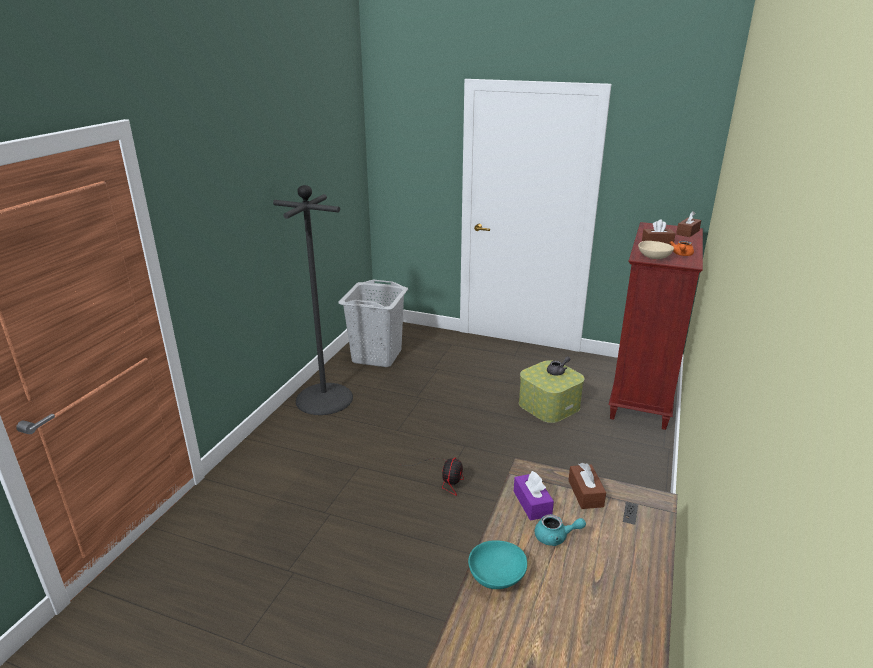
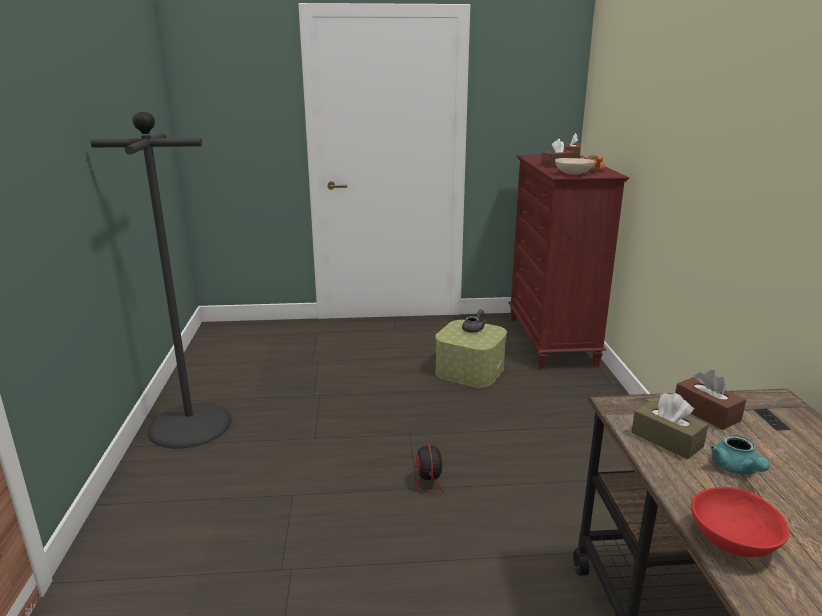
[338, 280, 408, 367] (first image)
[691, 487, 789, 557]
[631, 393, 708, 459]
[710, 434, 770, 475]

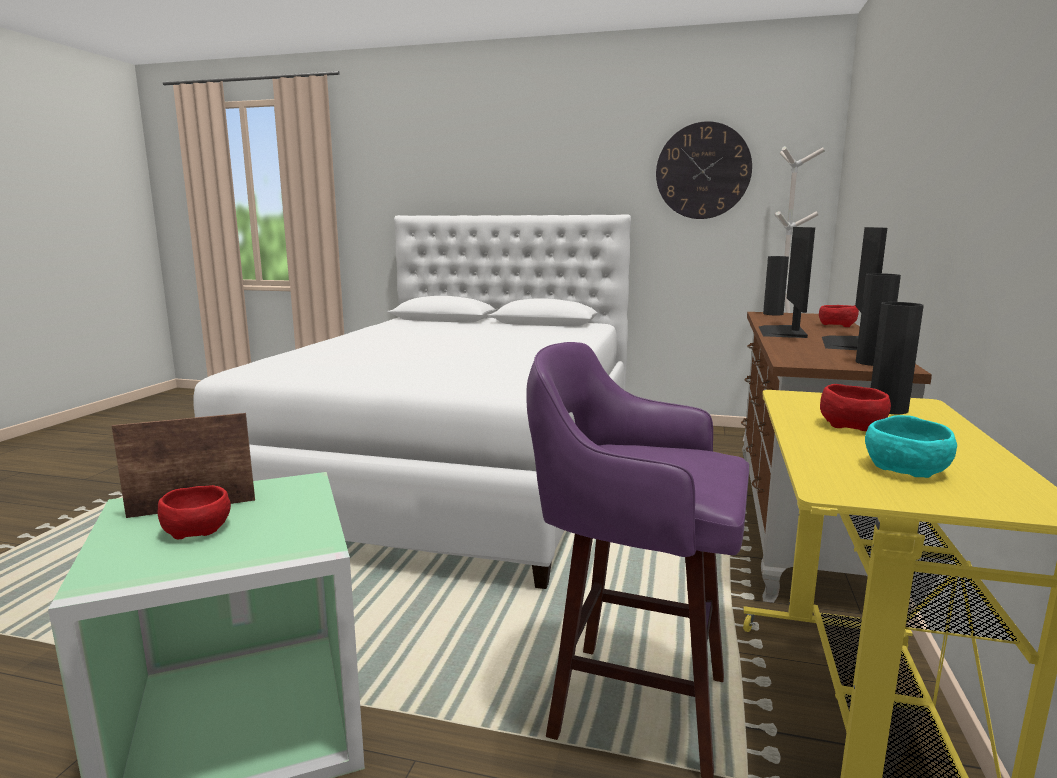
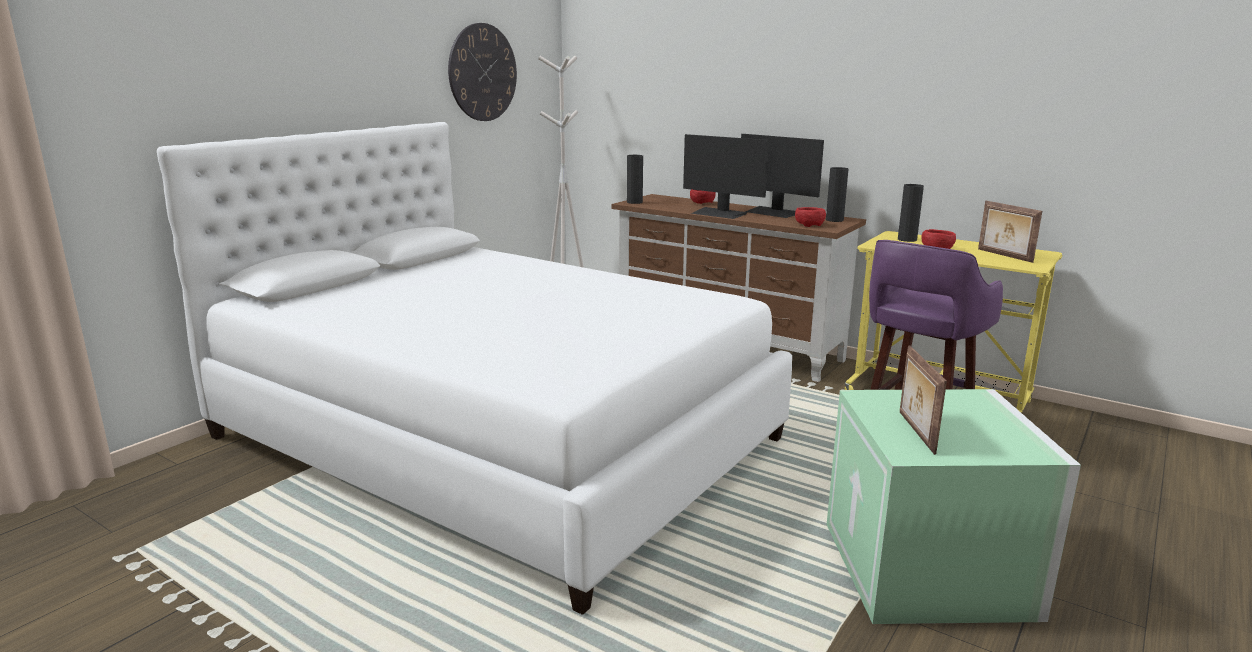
[795, 207, 826, 227]
[978, 201, 1042, 263]

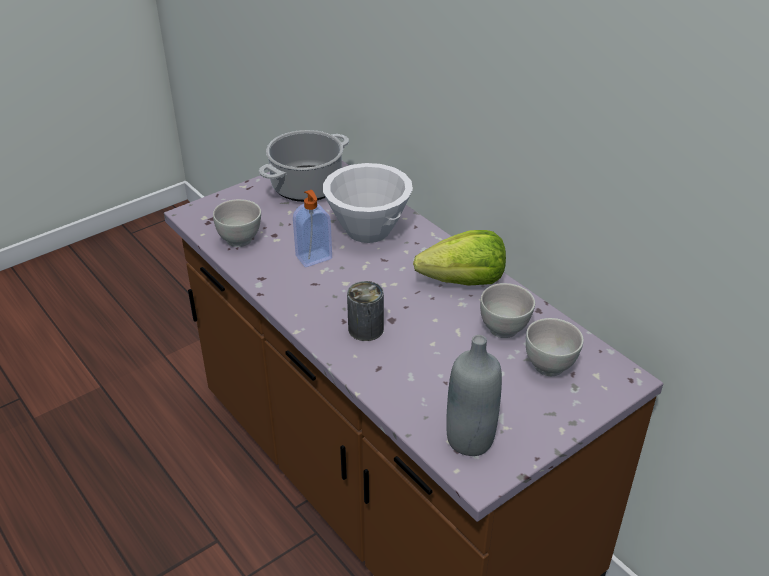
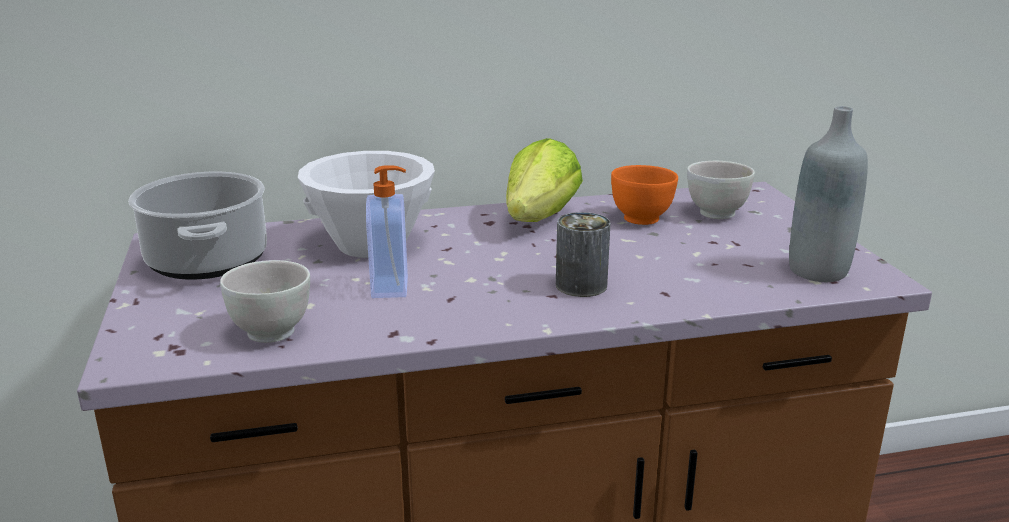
[611, 165, 678, 225]

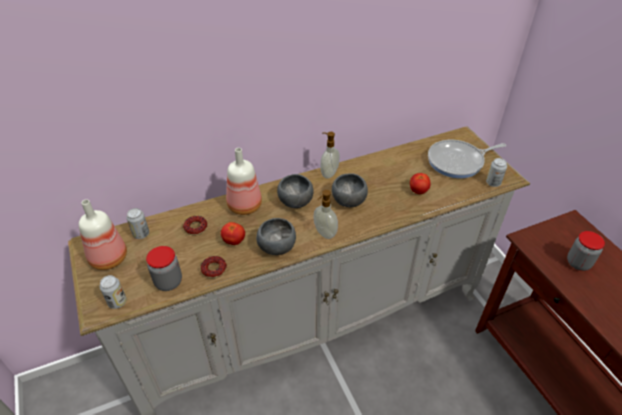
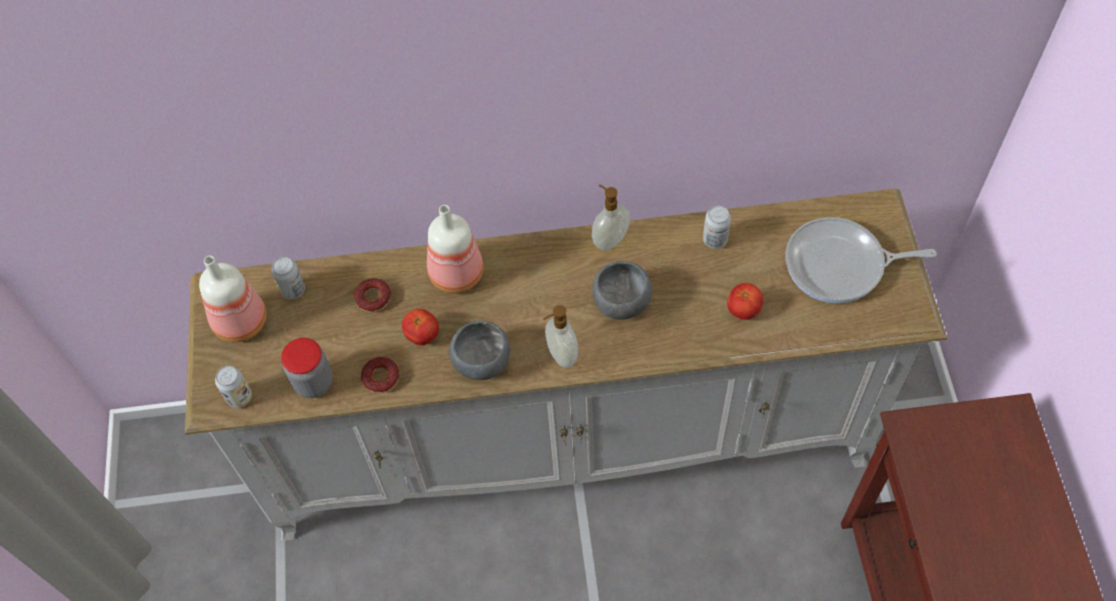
[277, 174, 314, 208] (first image)
[703, 206, 731, 249]
[567, 231, 605, 271] (first image)

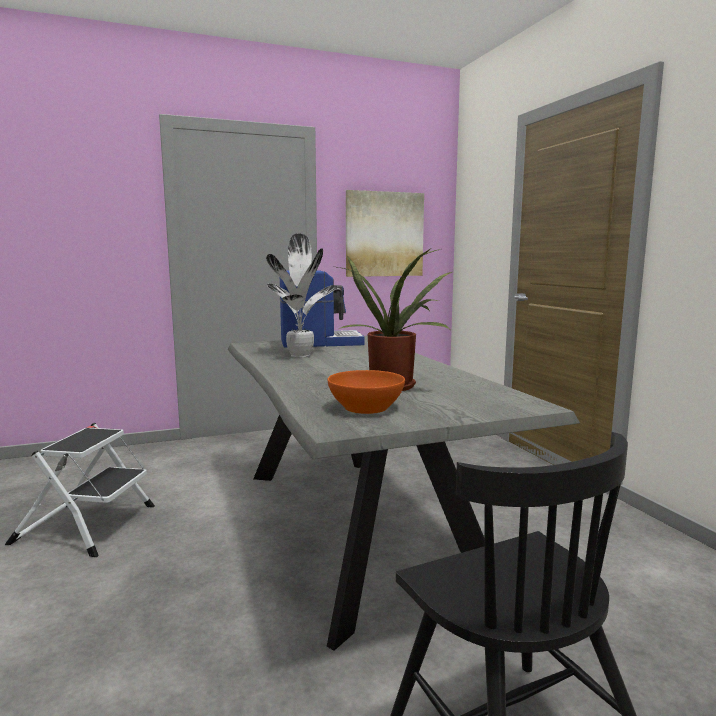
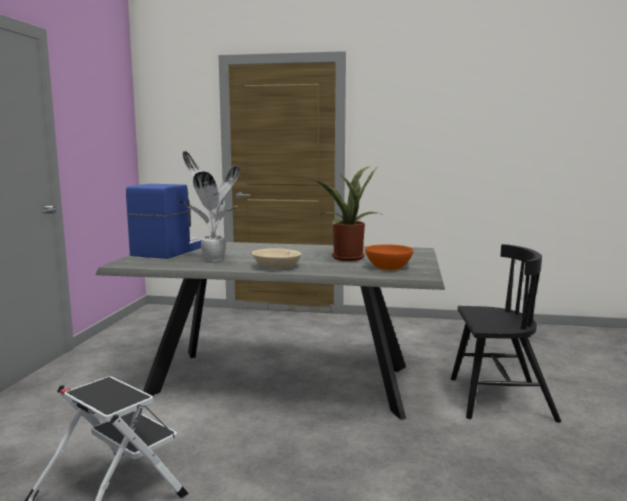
[346, 190, 424, 277] (first image)
[252, 248, 301, 269]

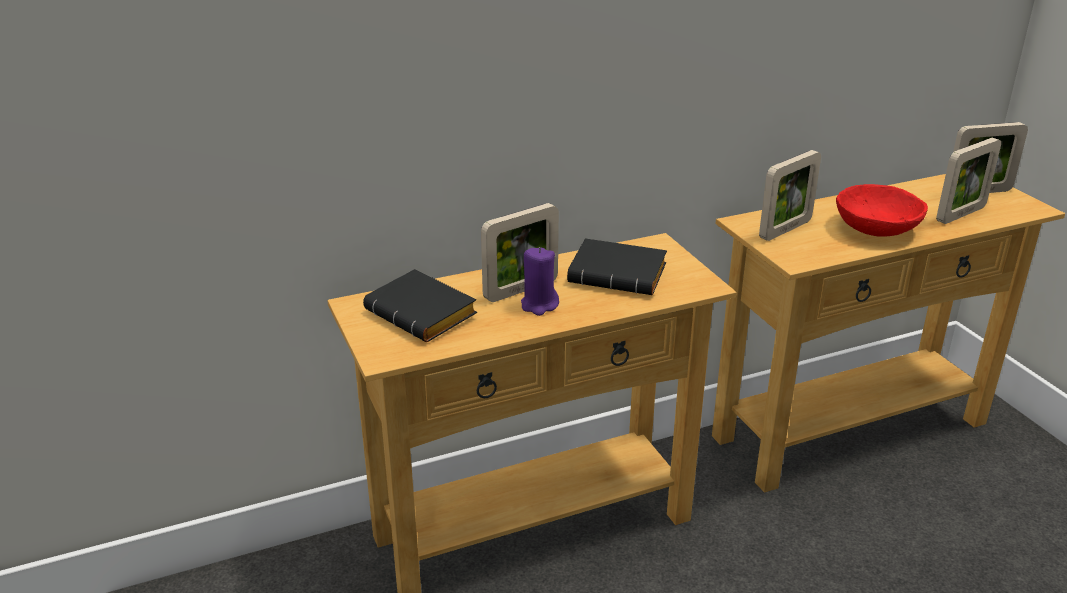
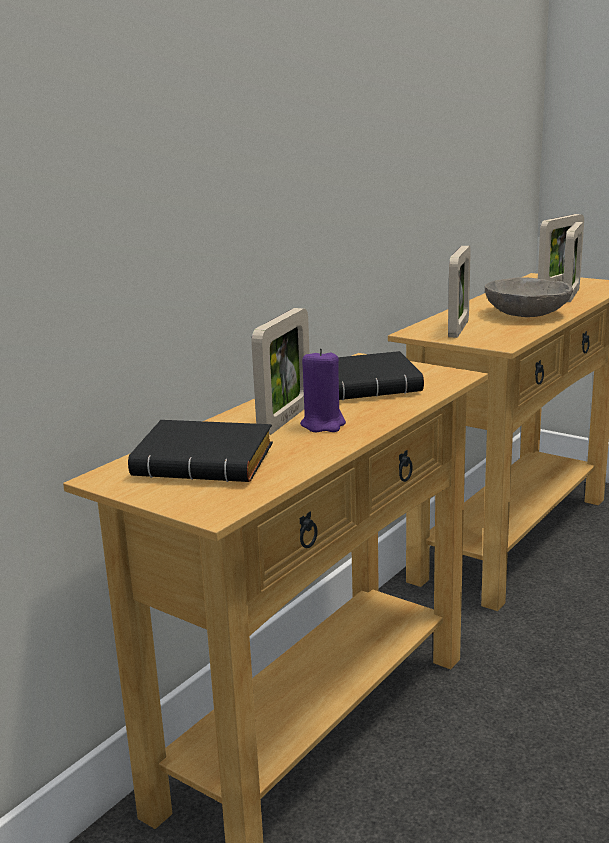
[485, 277, 573, 317]

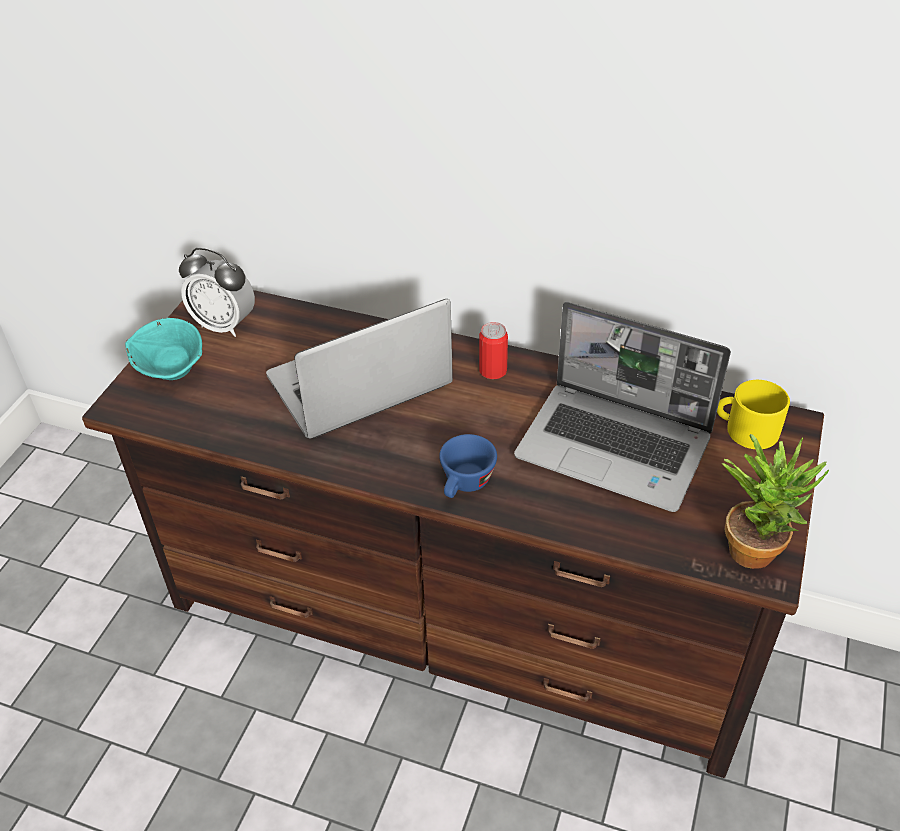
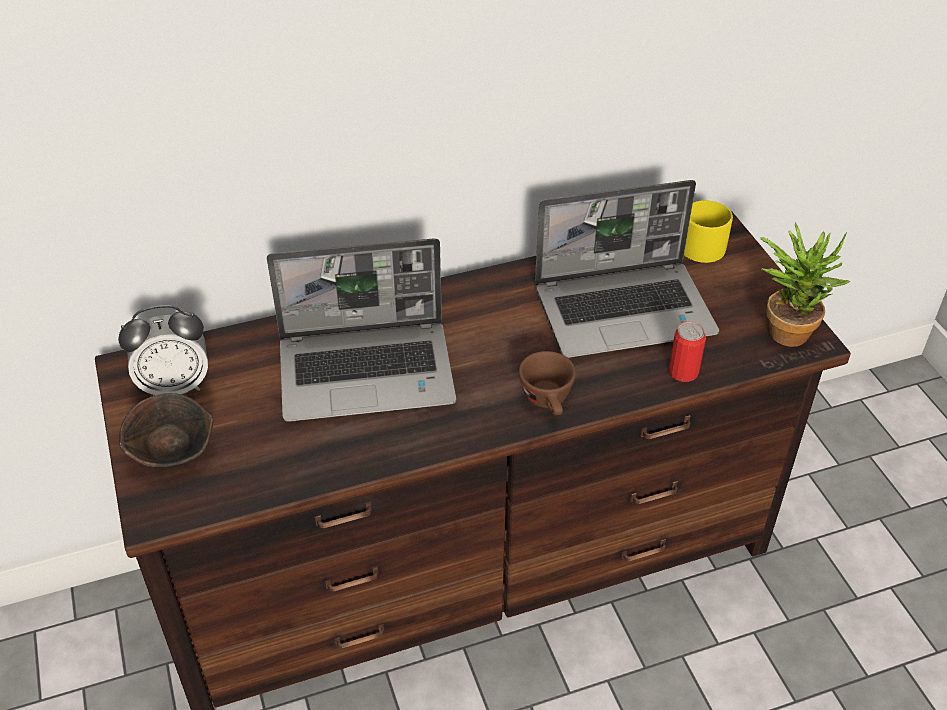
[119, 393, 213, 467]
[267, 238, 457, 422]
[519, 351, 576, 415]
[669, 321, 706, 382]

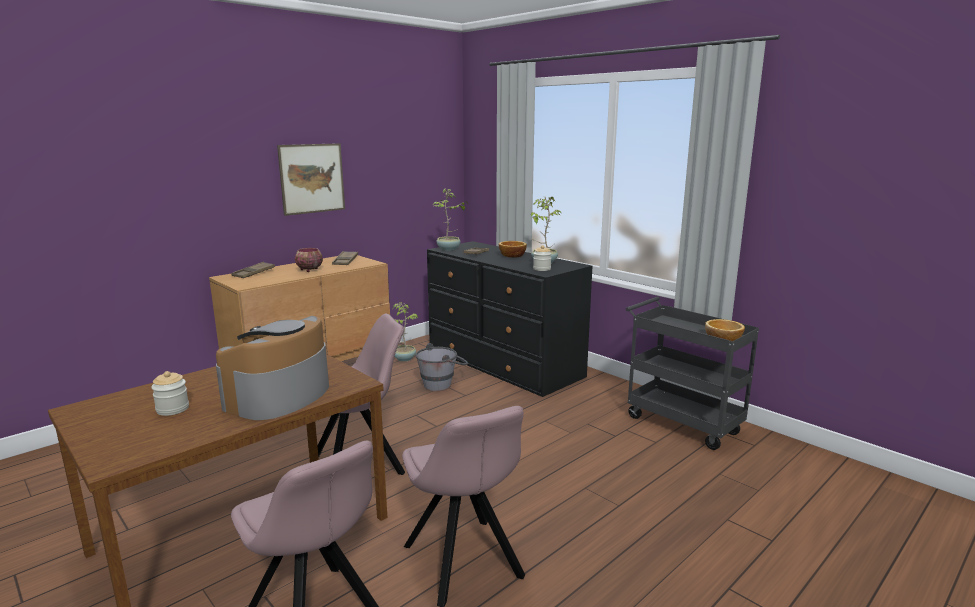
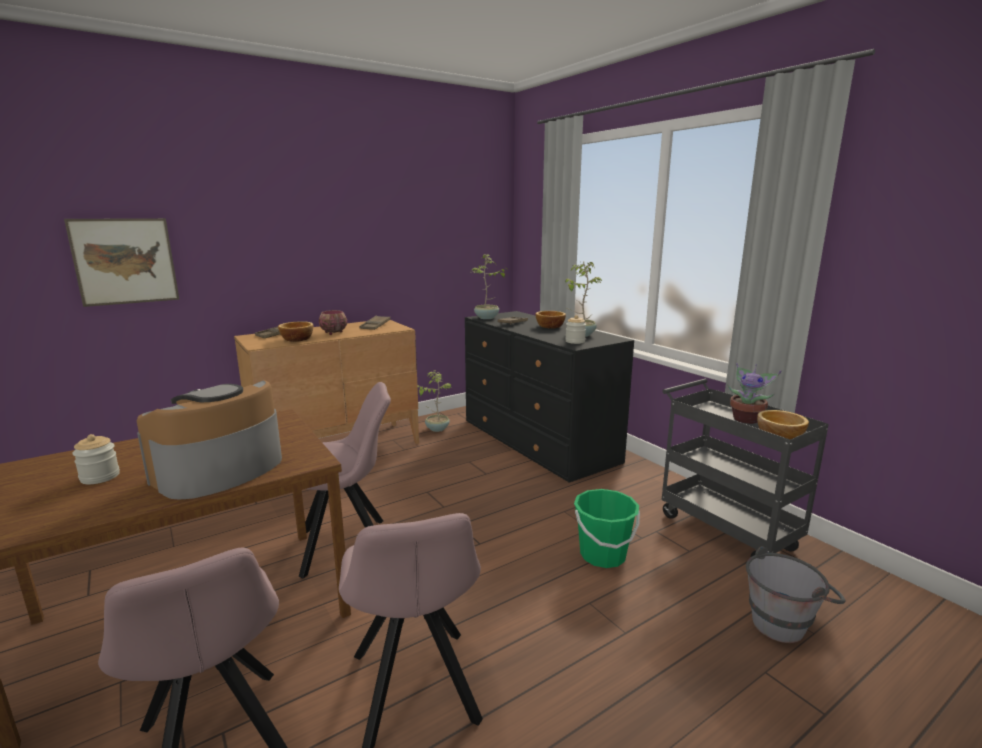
[64, 218, 180, 307]
[746, 546, 845, 643]
[278, 321, 313, 342]
[574, 489, 640, 568]
[728, 363, 782, 424]

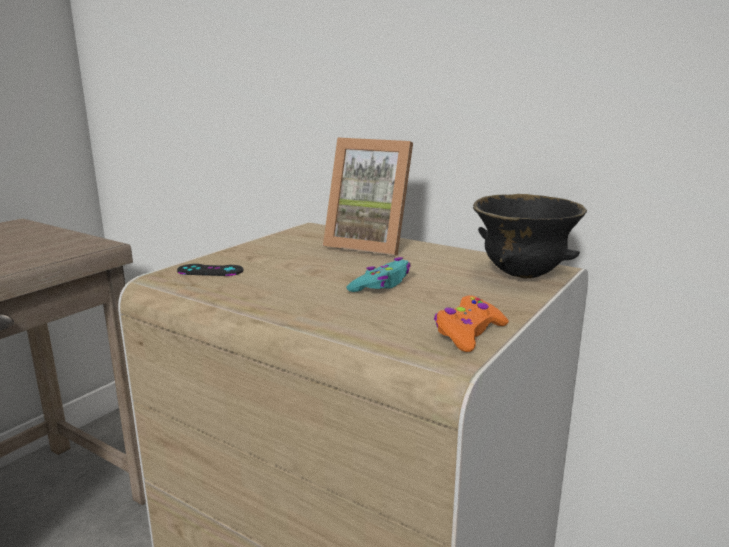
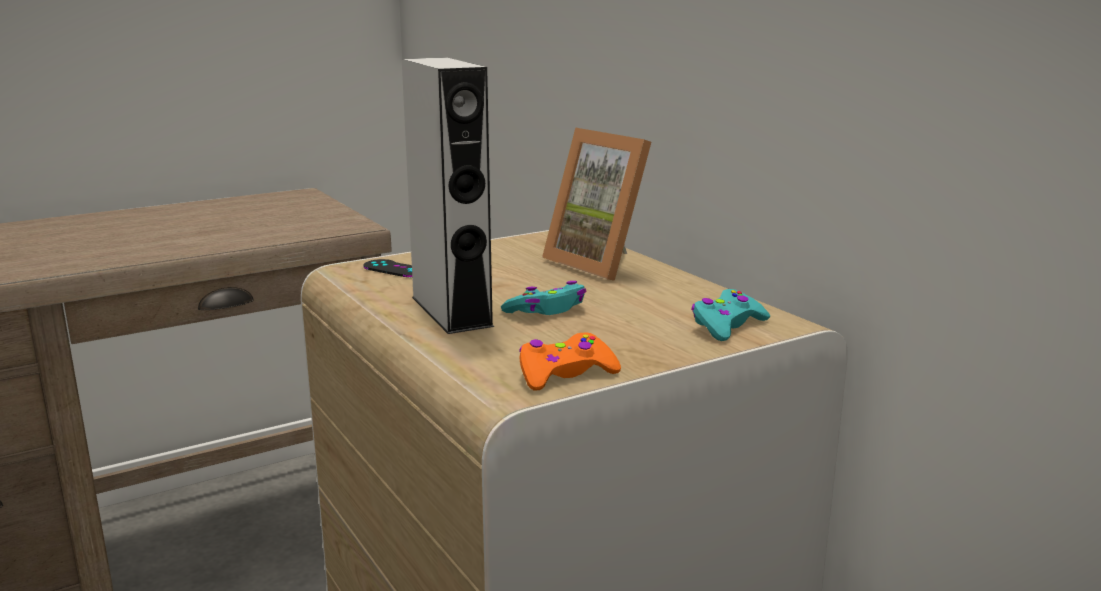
[691, 289, 770, 341]
[402, 57, 494, 334]

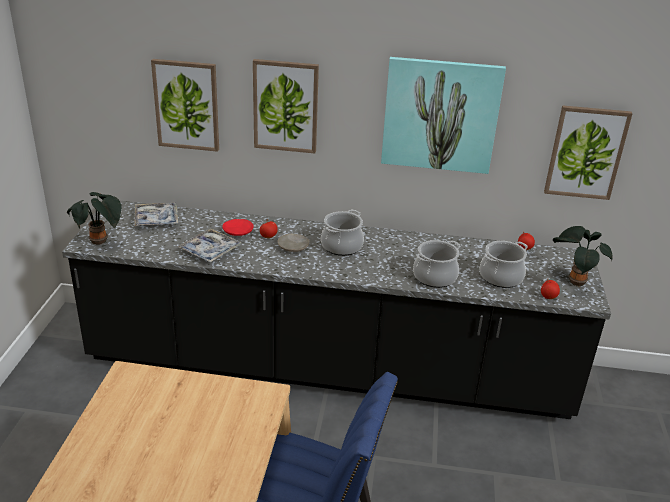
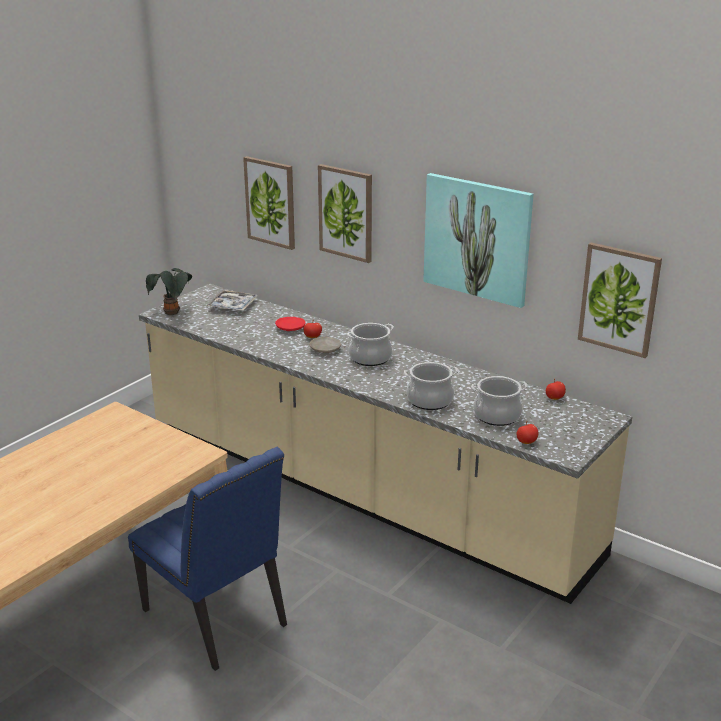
[139, 284, 632, 604]
[178, 228, 242, 263] (first image)
[553, 226, 613, 287] (first image)

